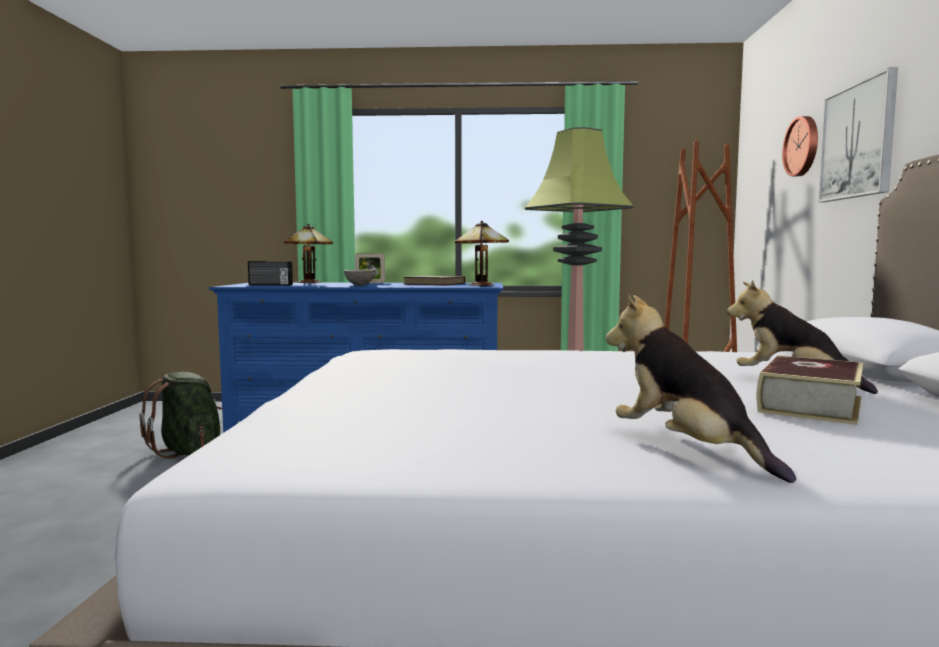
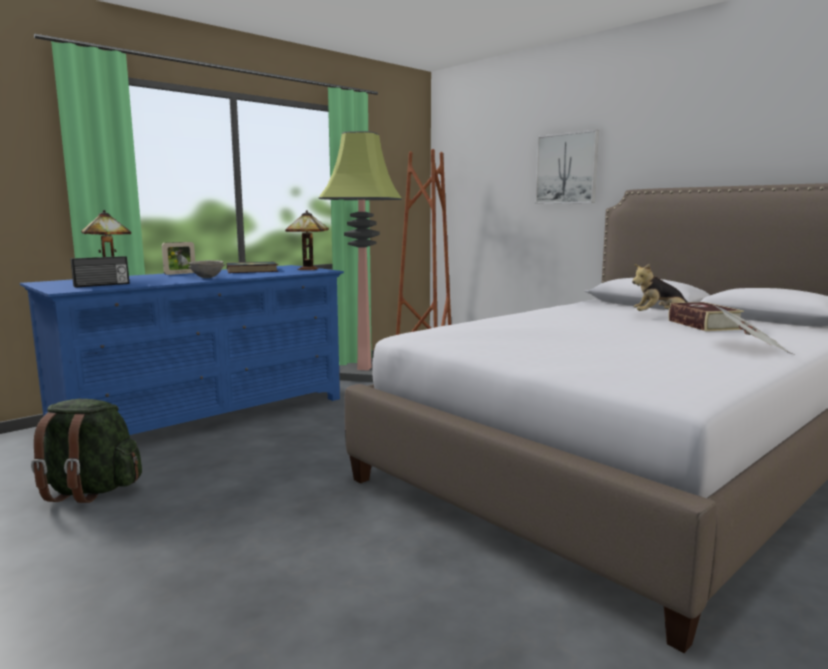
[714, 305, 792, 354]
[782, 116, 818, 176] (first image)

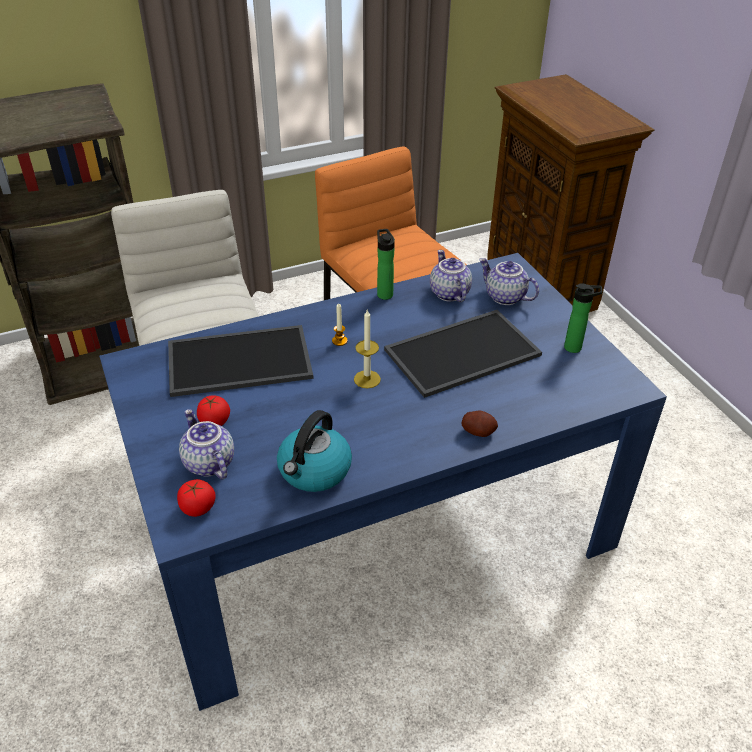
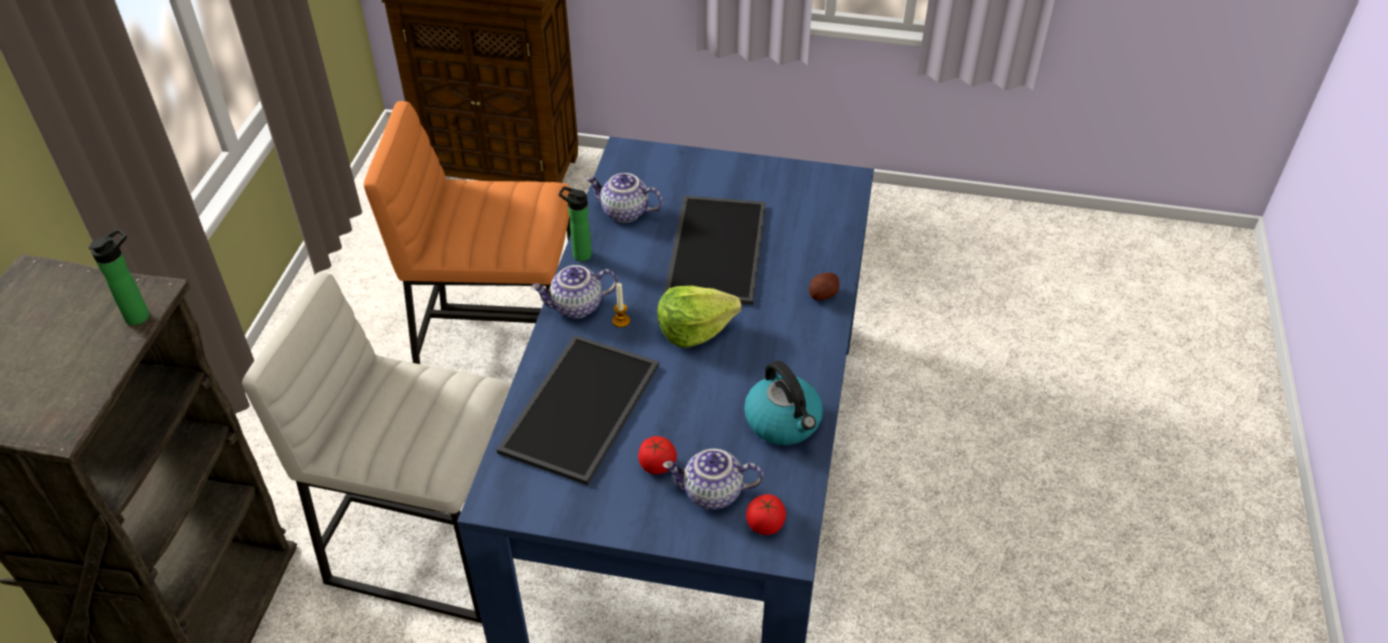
[657, 286, 741, 348]
[531, 265, 618, 319]
[88, 229, 149, 325]

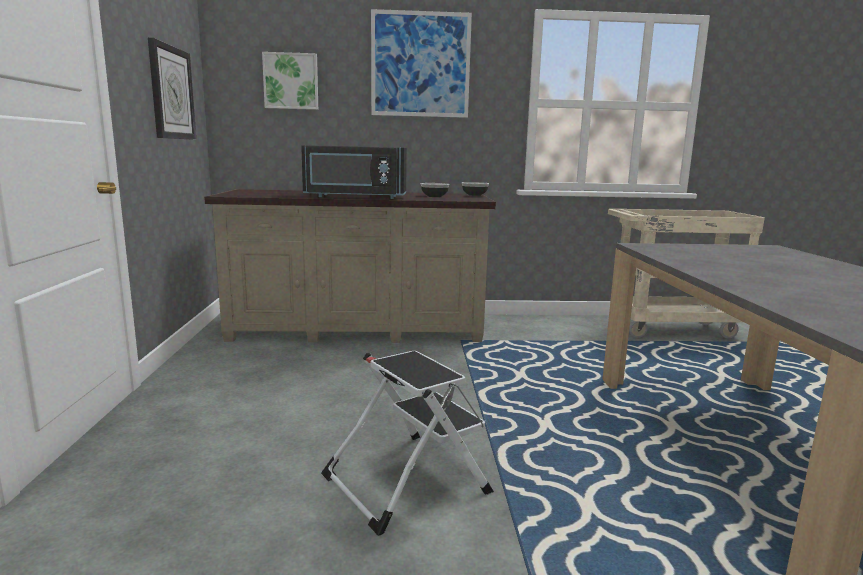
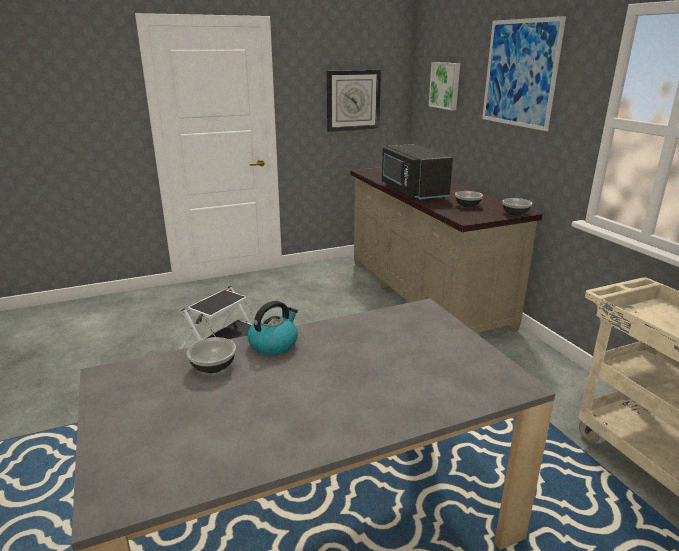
[187, 337, 236, 373]
[248, 301, 298, 355]

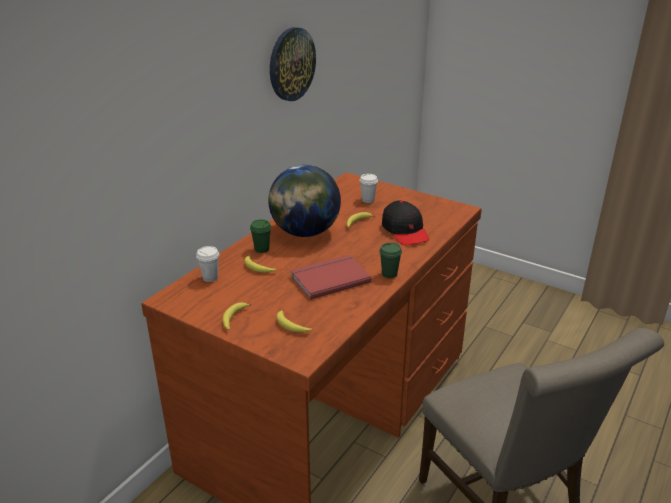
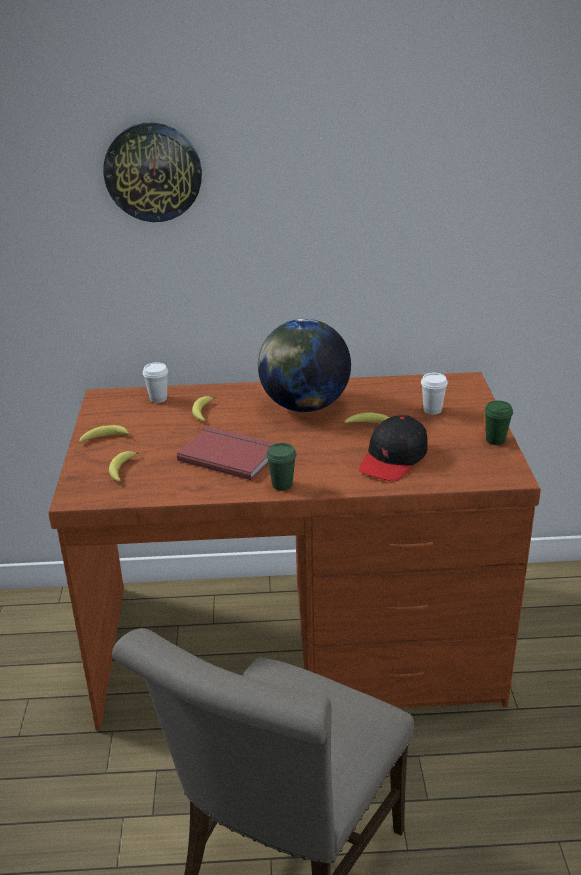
[484, 401, 513, 445]
[103, 123, 202, 222]

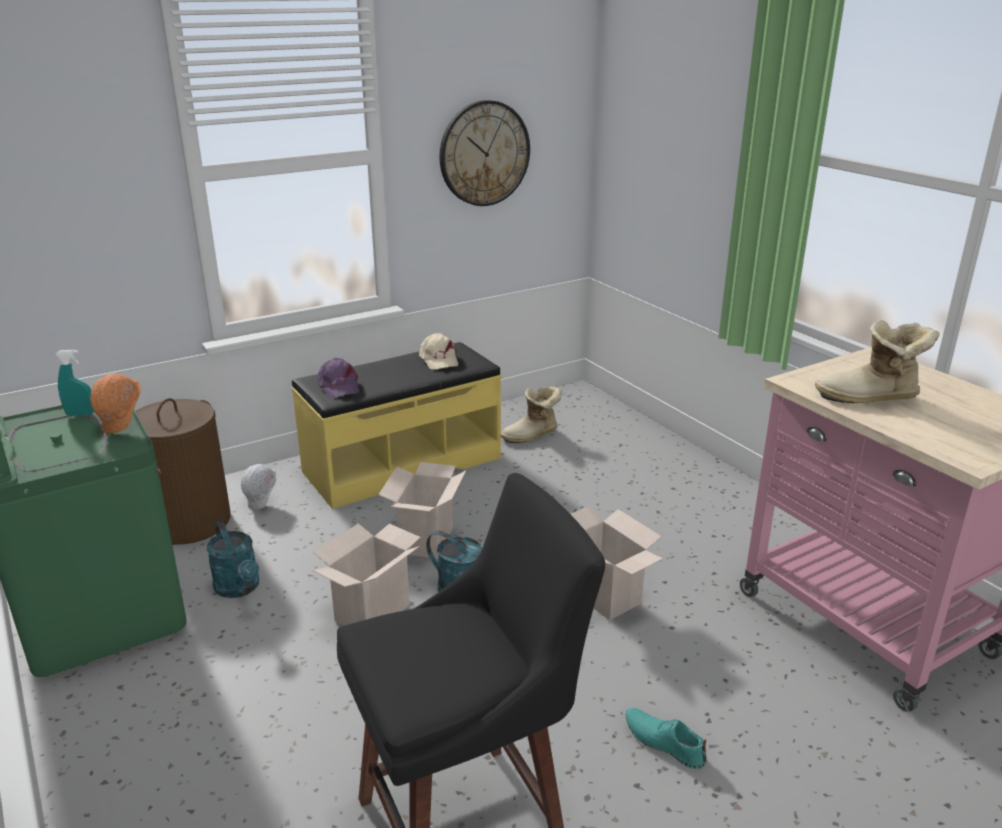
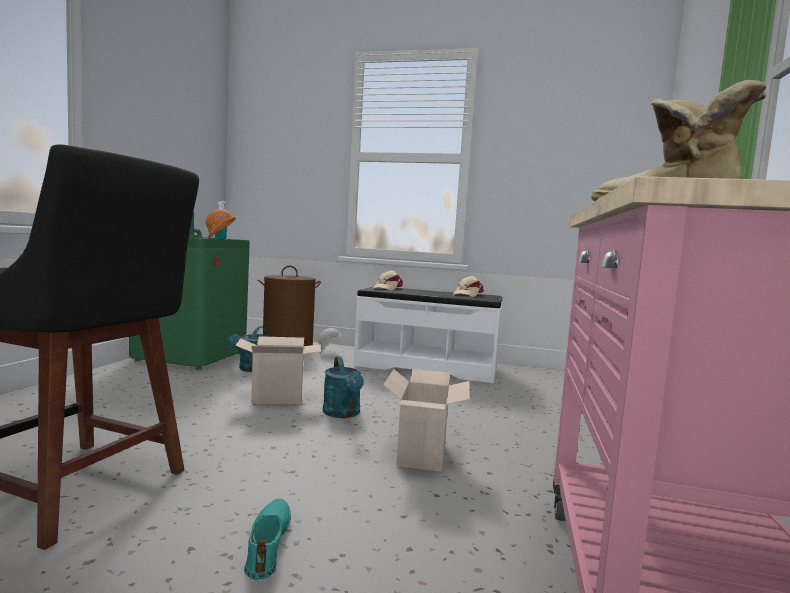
[354, 286, 502, 383]
[373, 270, 403, 290]
[378, 462, 467, 559] (first image)
[439, 100, 530, 206] (first image)
[501, 385, 562, 443] (first image)

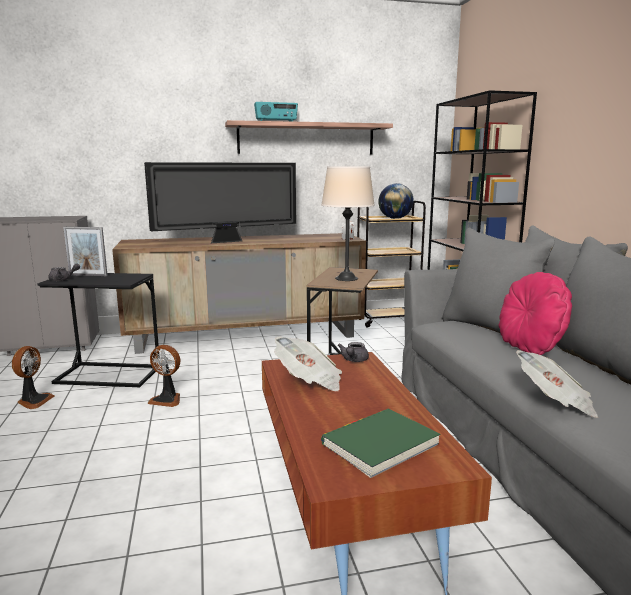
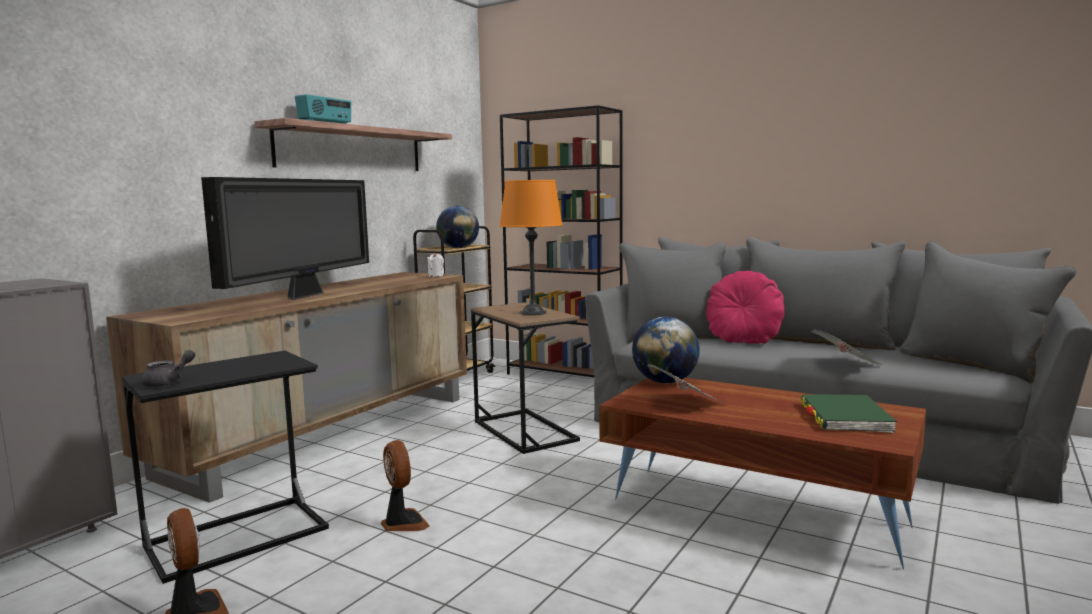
[63, 227, 108, 276] (first image)
[381, 440, 430, 531]
[500, 180, 563, 315]
[632, 317, 700, 384]

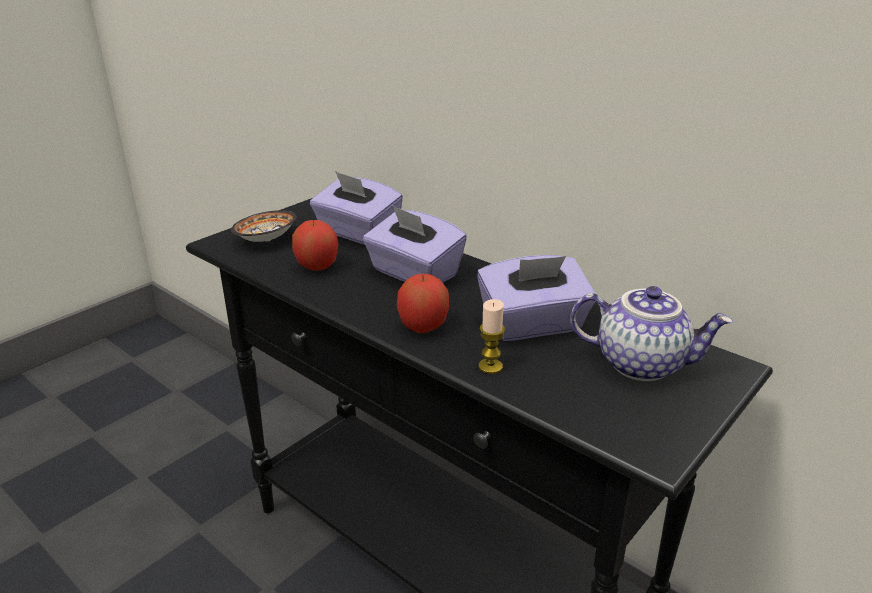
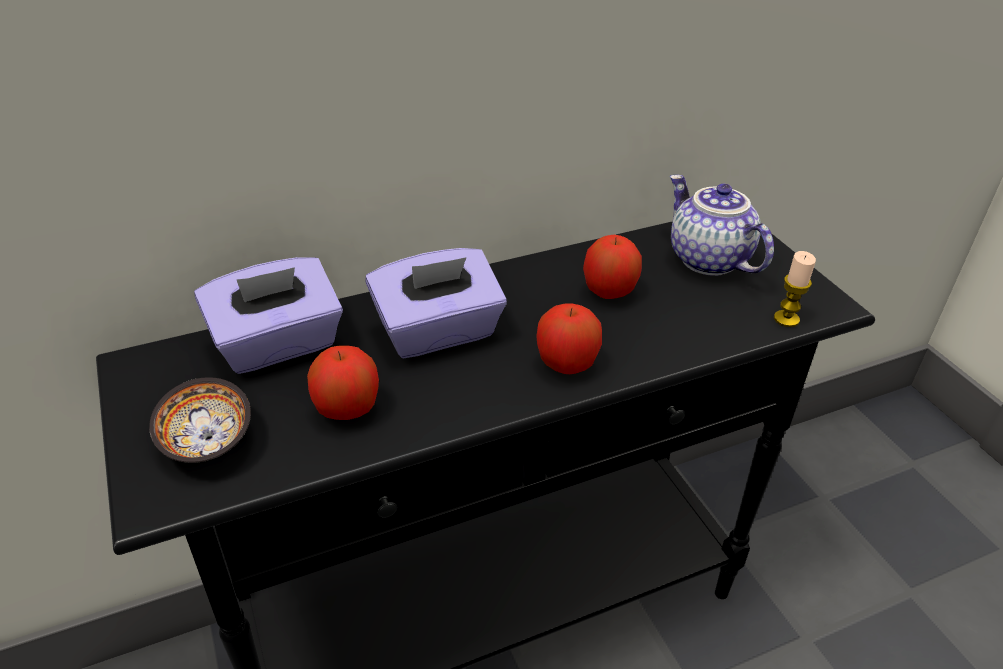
[583, 235, 642, 299]
[774, 251, 816, 327]
[670, 175, 774, 276]

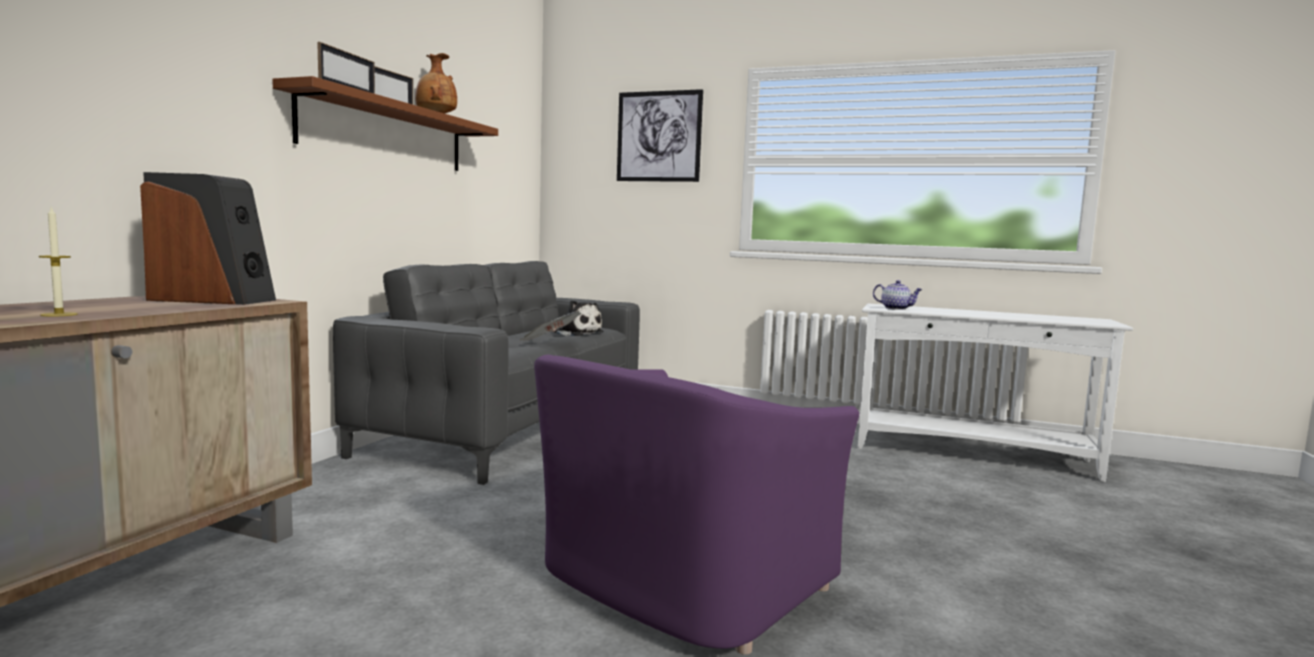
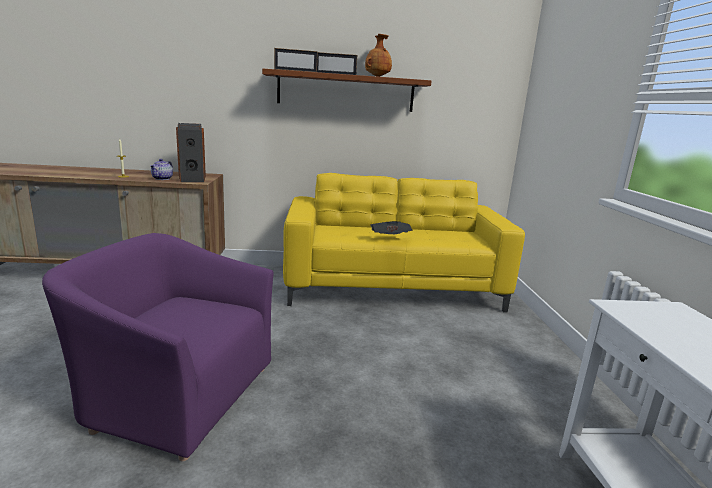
[283, 173, 525, 313]
[554, 300, 603, 336] (first image)
[617, 89, 703, 182] (first image)
[150, 159, 173, 180]

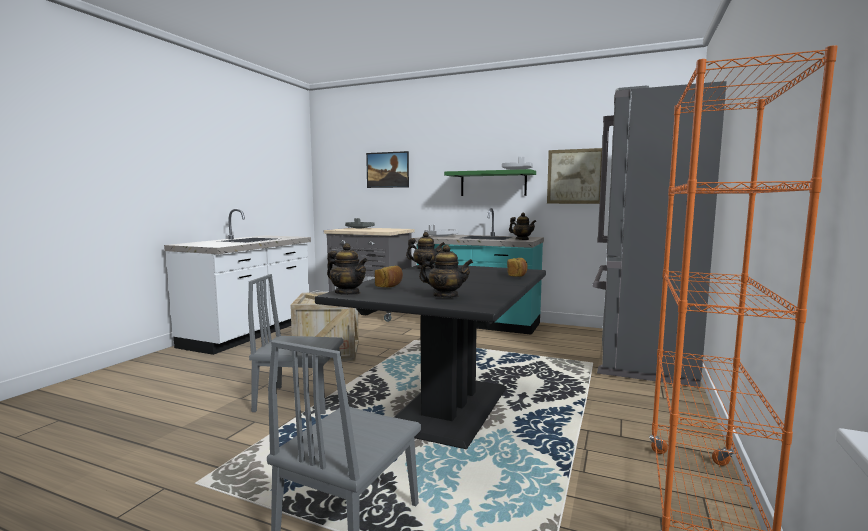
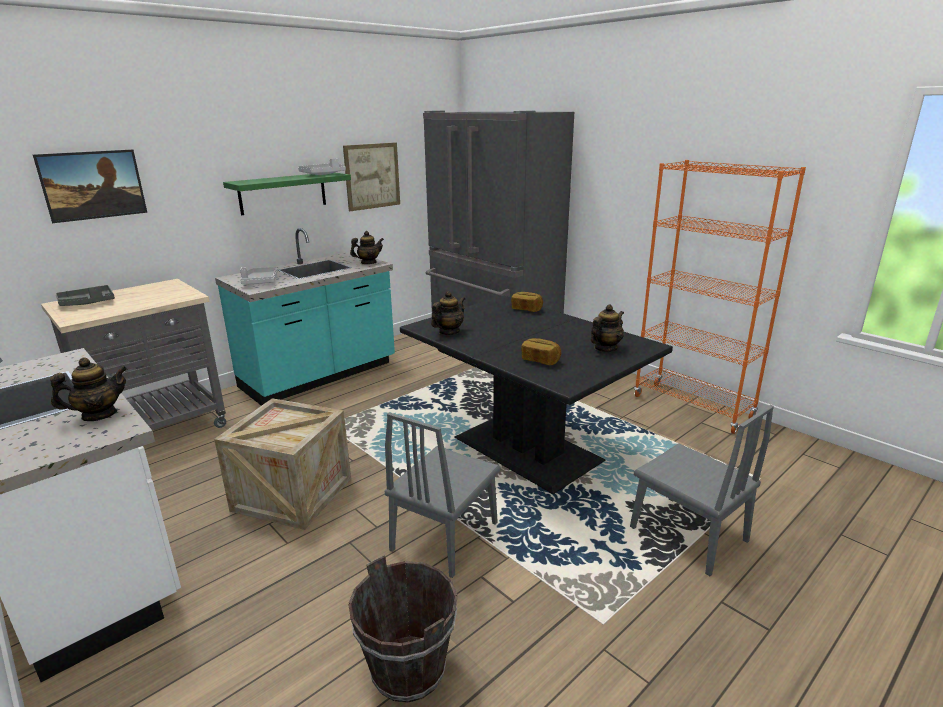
[50, 357, 128, 421]
[348, 556, 458, 703]

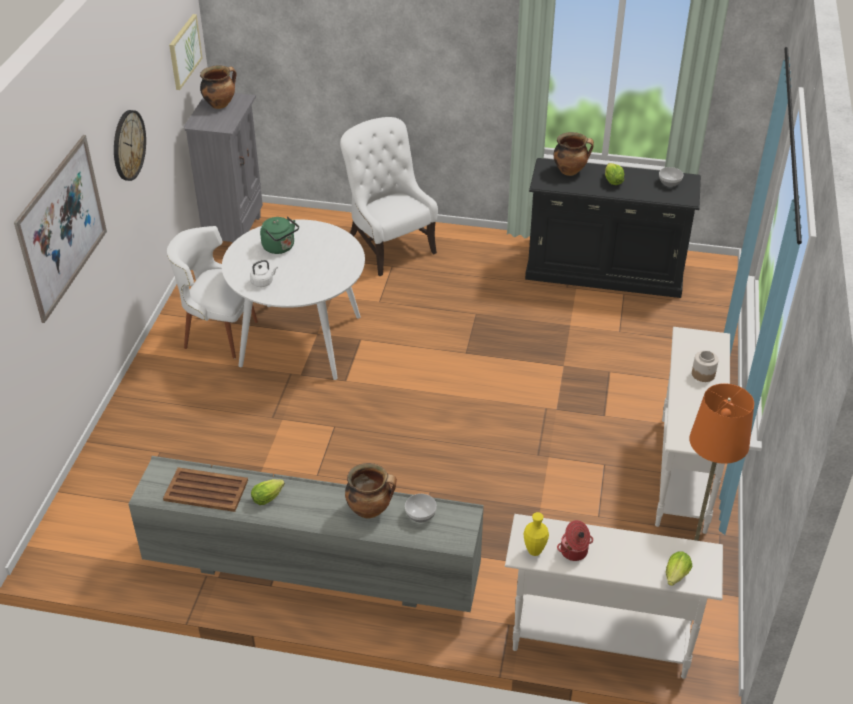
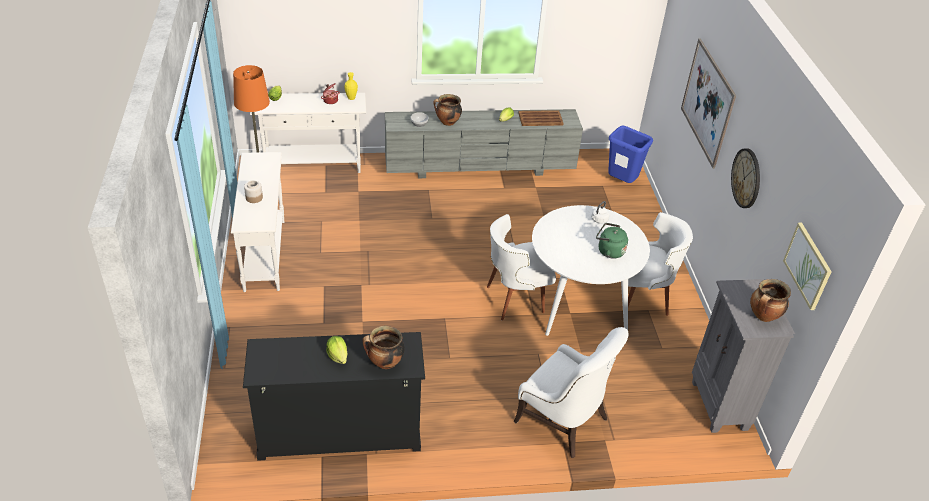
[659, 167, 683, 187] (first image)
[487, 214, 556, 321]
[608, 126, 653, 183]

